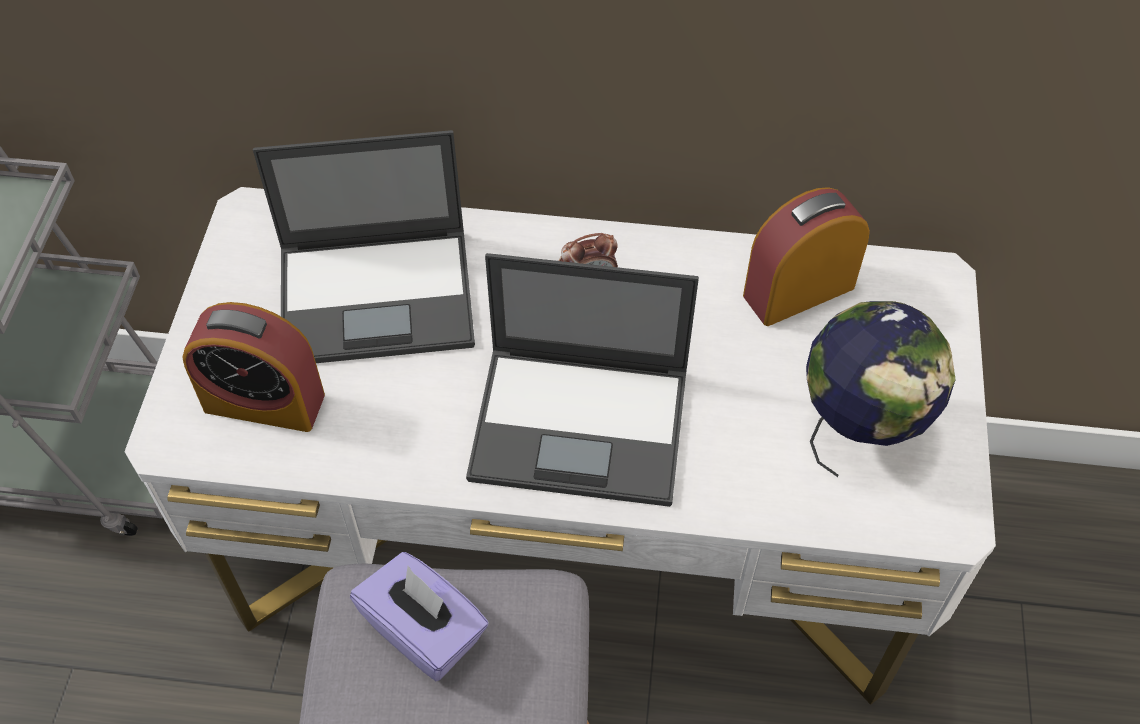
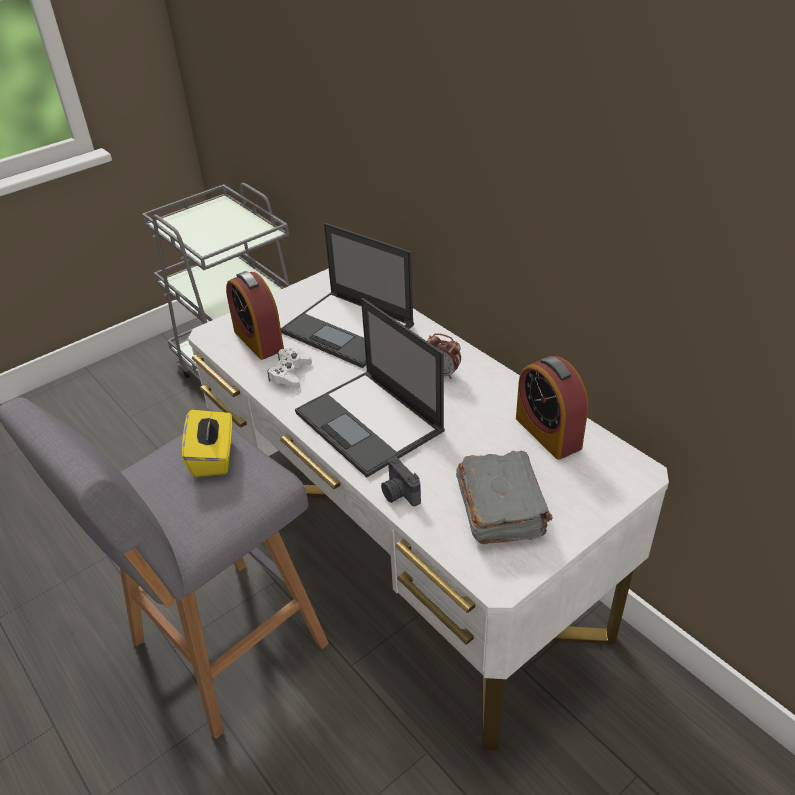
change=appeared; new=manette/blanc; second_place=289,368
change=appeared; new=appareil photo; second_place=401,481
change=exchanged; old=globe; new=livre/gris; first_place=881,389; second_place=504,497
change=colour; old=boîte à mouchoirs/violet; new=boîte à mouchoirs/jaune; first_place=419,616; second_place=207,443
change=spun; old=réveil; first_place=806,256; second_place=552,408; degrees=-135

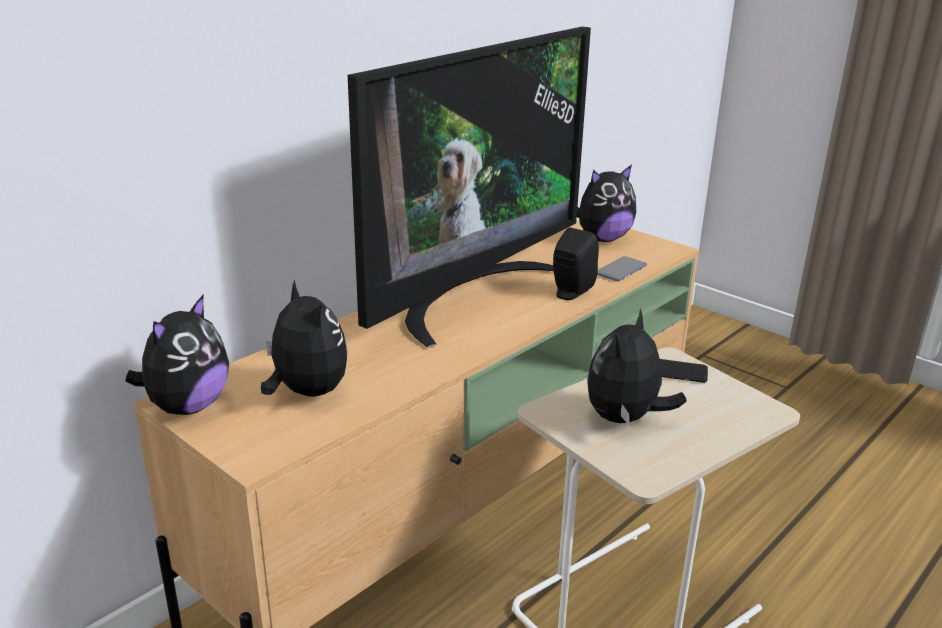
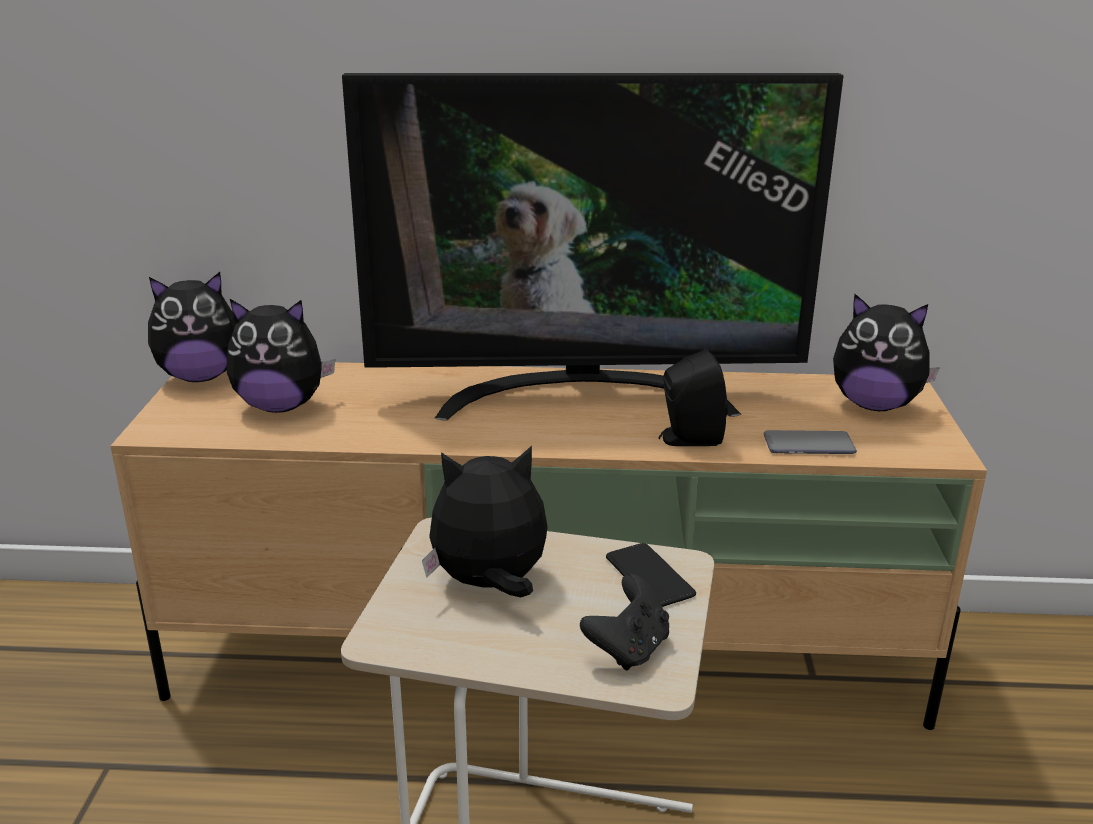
change=appeared; new=manette/noir; second_place=624,622
change=spun; old=peluche; first_place=304,338; second_place=281,356; degrees=75

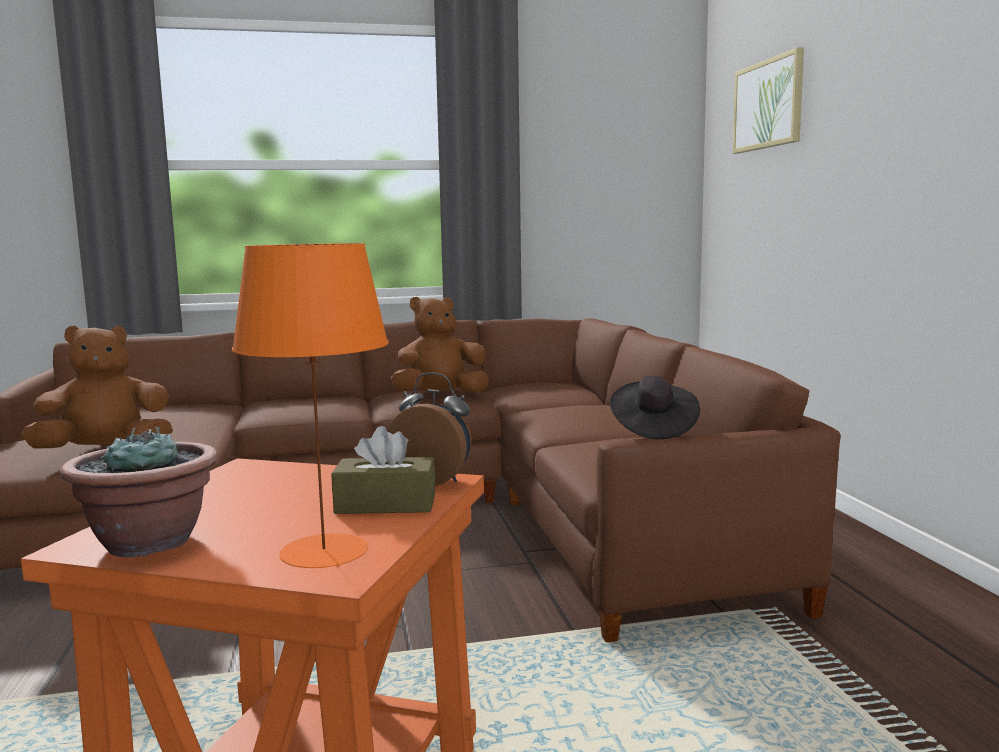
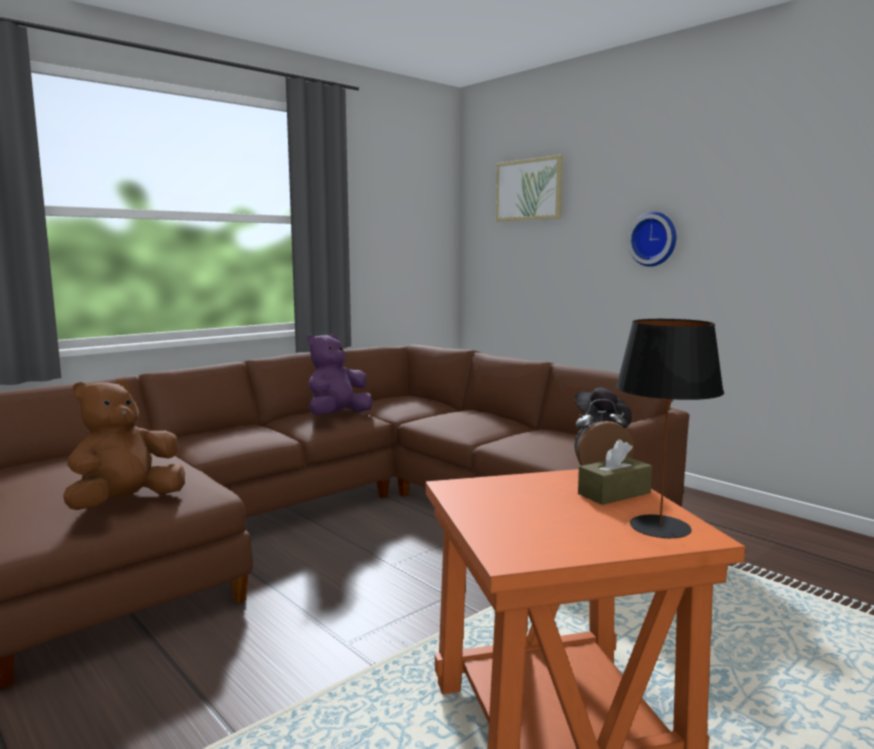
change=missing; old=plante en pot; first_place=138,492
change=appeared; new=horloge murale; second_place=651,239
change=colour; old=lampe de table/orange; new=lampe de table/noir; first_place=310,405; second_place=670,429
change=colour; old=peluche/marron; new=peluche/violet; first_place=440,345; second_place=339,374

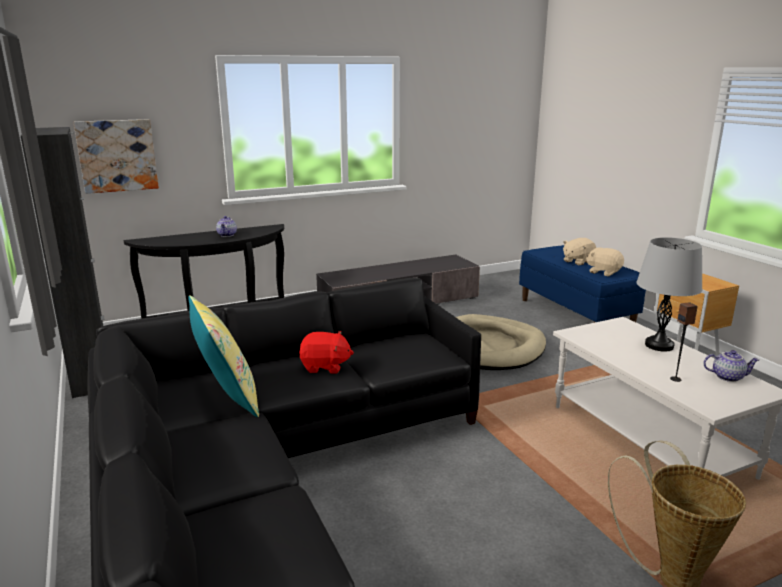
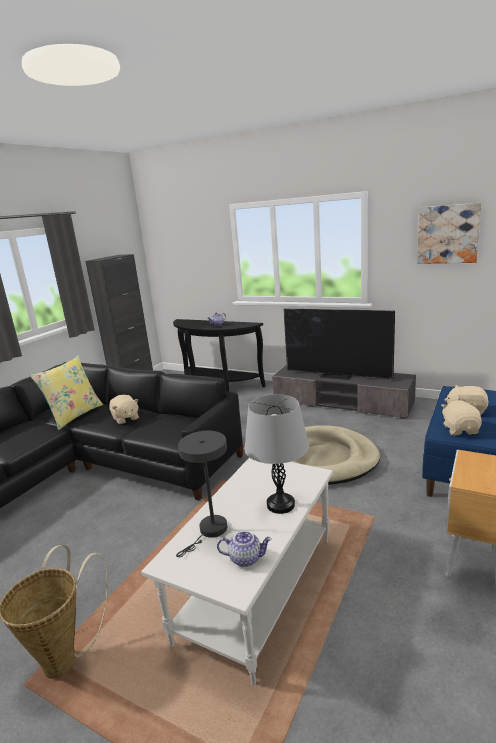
change=appeared; new=téléviseur; second_place=339,344
change=relocated; old=tableau; first_place=116,156; second_place=449,233
change=exchanged; old=enceinte; new=lampe de table/gris; first_place=684,342; second_place=201,494
change=colour; old=peluche/rouge; new=peluche/beige; first_place=326,352; second_place=124,409
change=spun; old=théière; first_place=731,366; second_place=244,549; degrees=-60

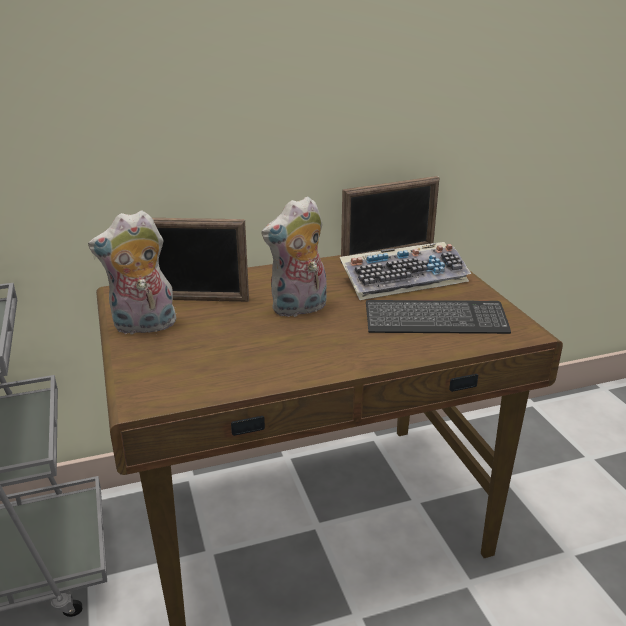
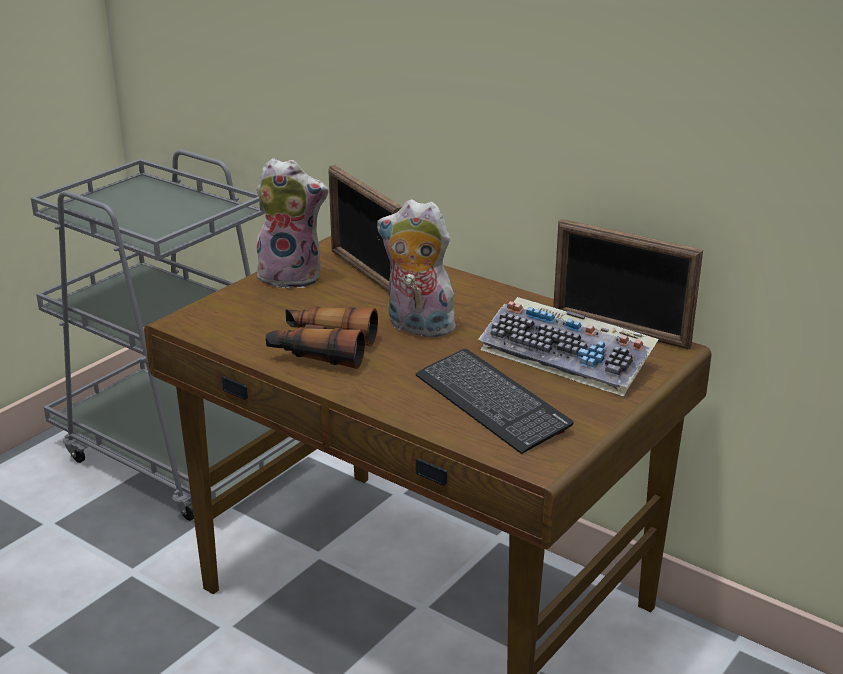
change=appeared; new=jumelles; second_place=322,338
change=spun; old=peluche; first_place=132,272; second_place=291,223; degrees=150

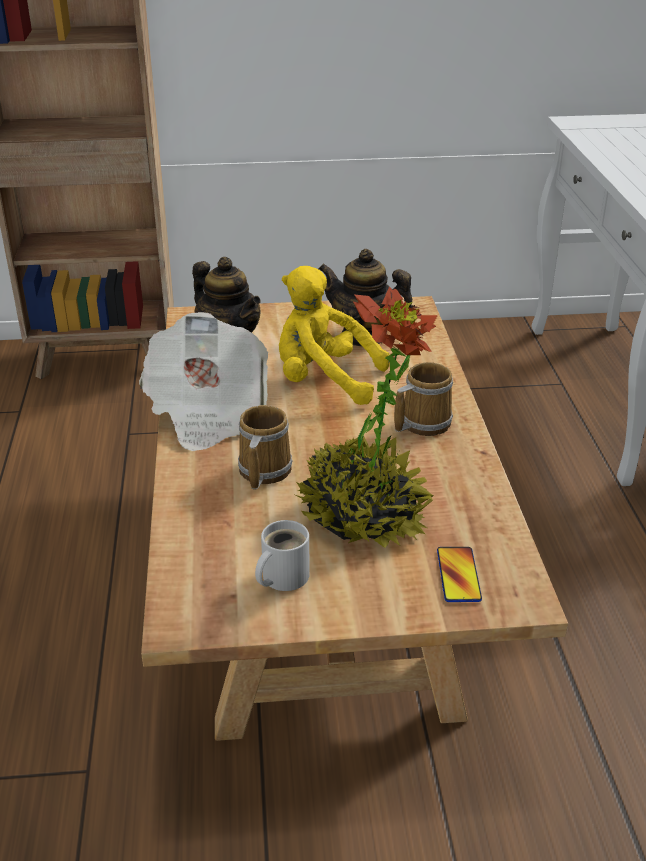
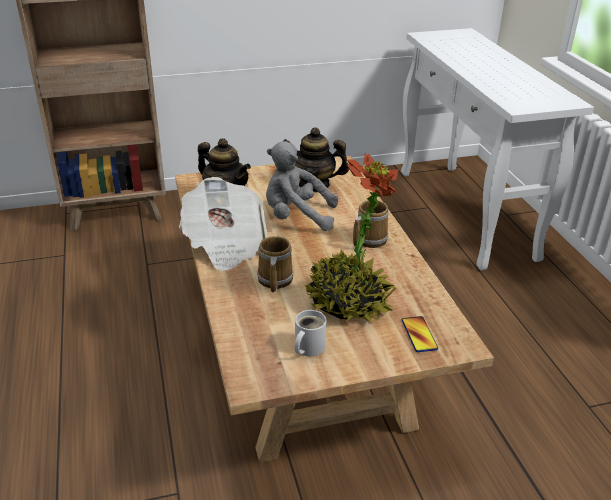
change=colour; old=peluche/jaune; new=peluche/gris; first_place=334,335; second_place=302,186

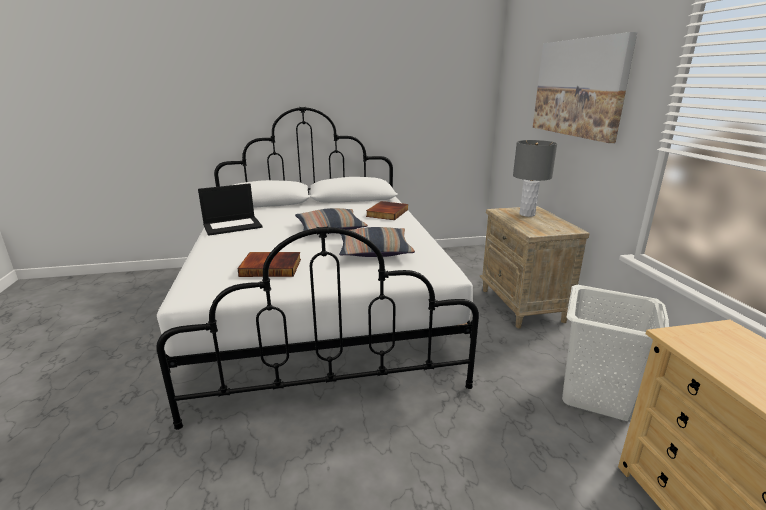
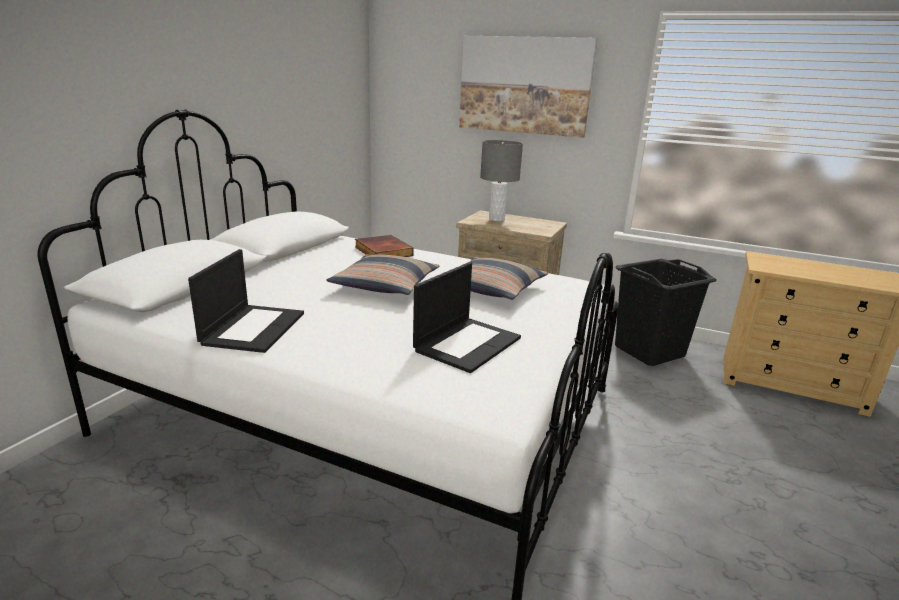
change=exchanged; old=livre; new=ordinateur portable; first_place=269,264; second_place=467,317
change=colour; old=panier à linge/blanc; new=panier à linge/noir; first_place=615,353; second_place=665,312

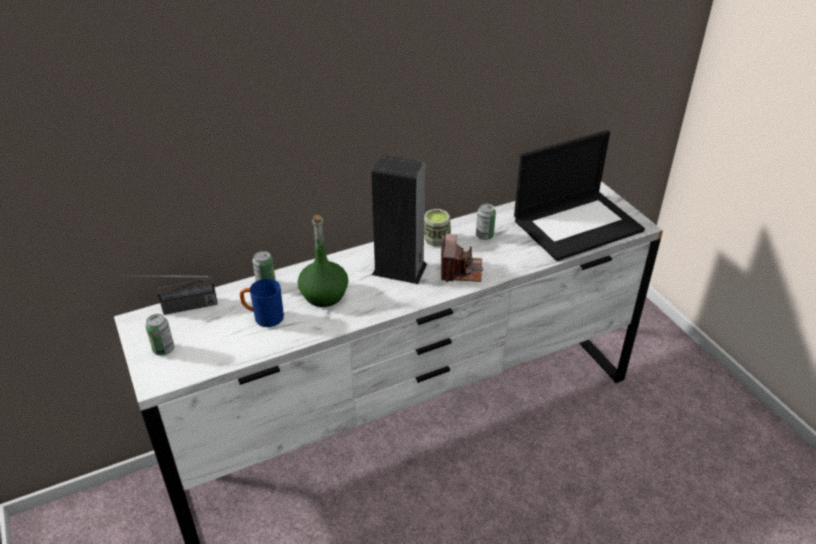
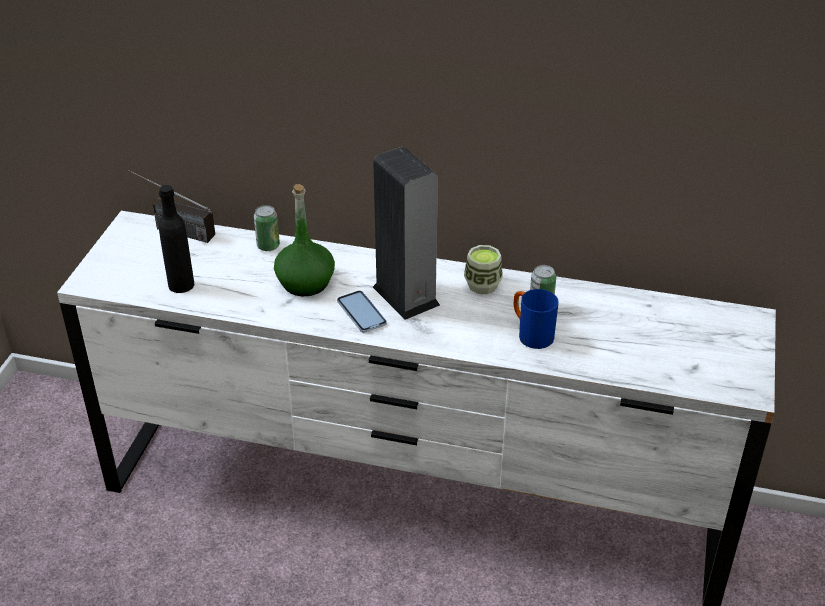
change=missing; old=boîte métallique; first_place=159,335
change=missing; old=appareil photo; first_place=462,258
change=missing; old=ordinateur portable; first_place=579,195
change=appeared; new=bouteille/noir; second_place=176,239
change=appeared; new=téléphone; second_place=362,312
change=relocated; old=mug/bleu; first_place=262,303; second_place=536,319

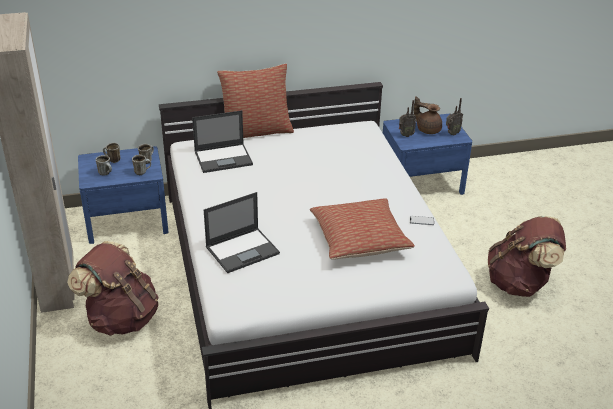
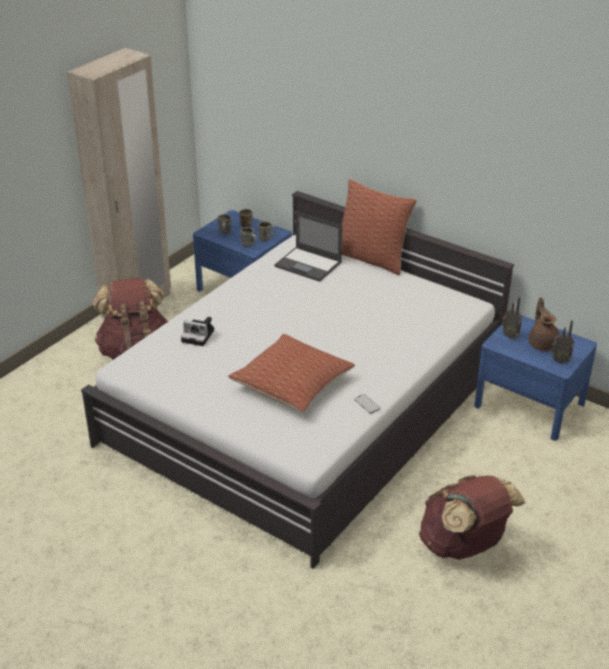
change=exchanged; old=ordinateur portable; new=appareil photo; first_place=242,232; second_place=197,331

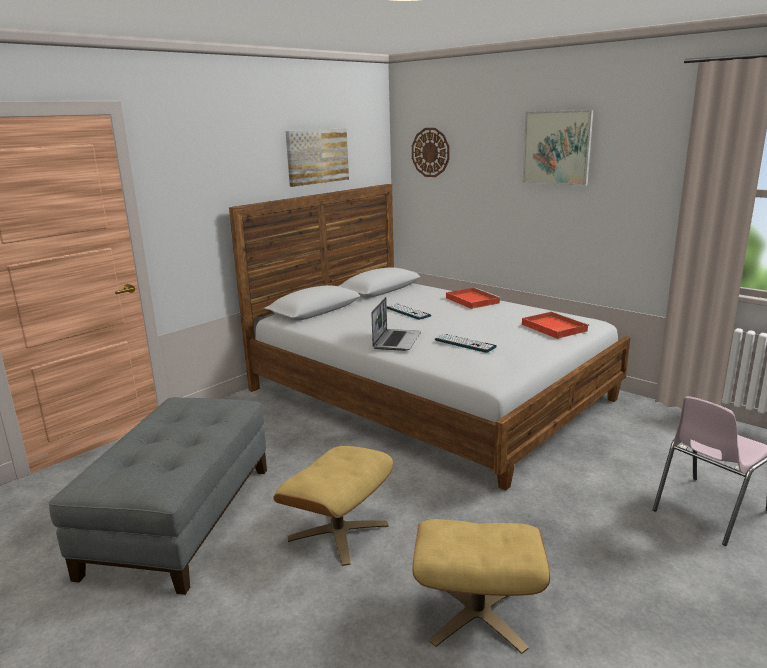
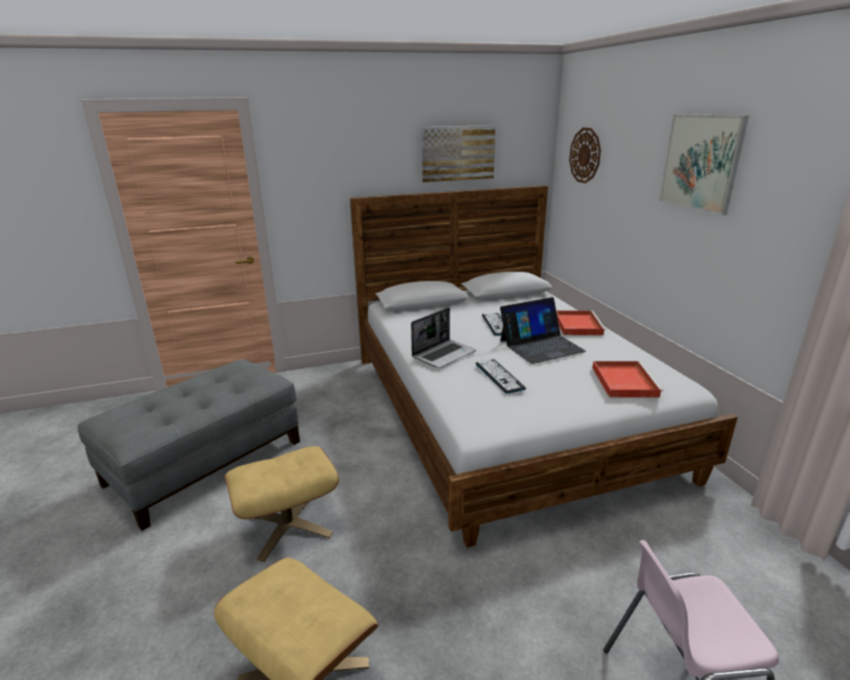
change=appeared; new=ordinateur portable; second_place=543,330

